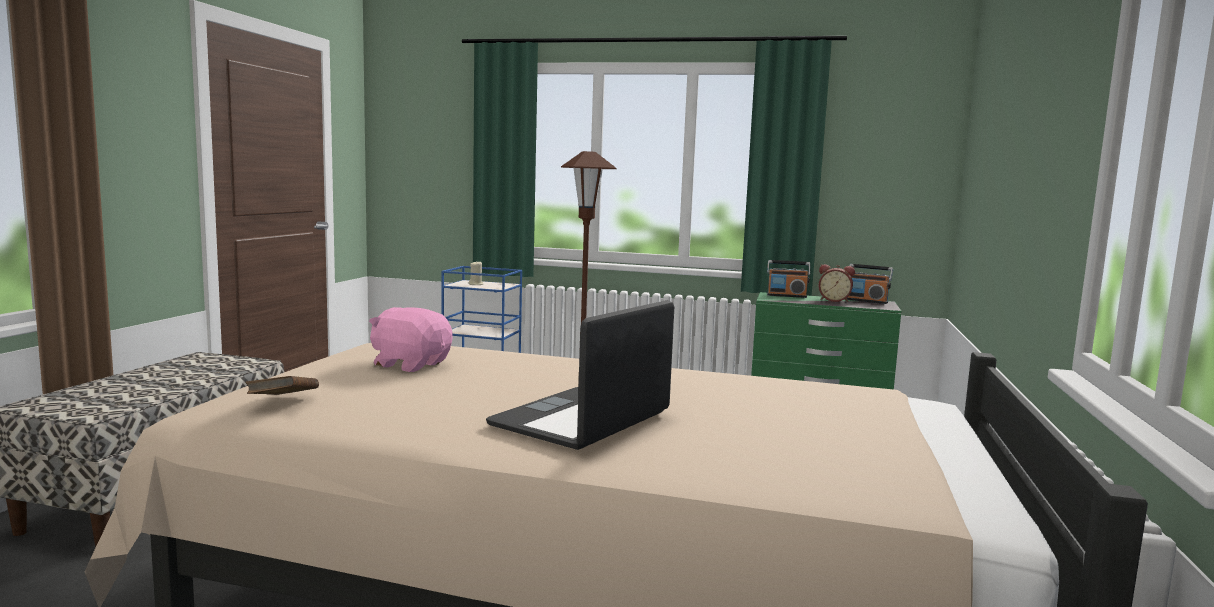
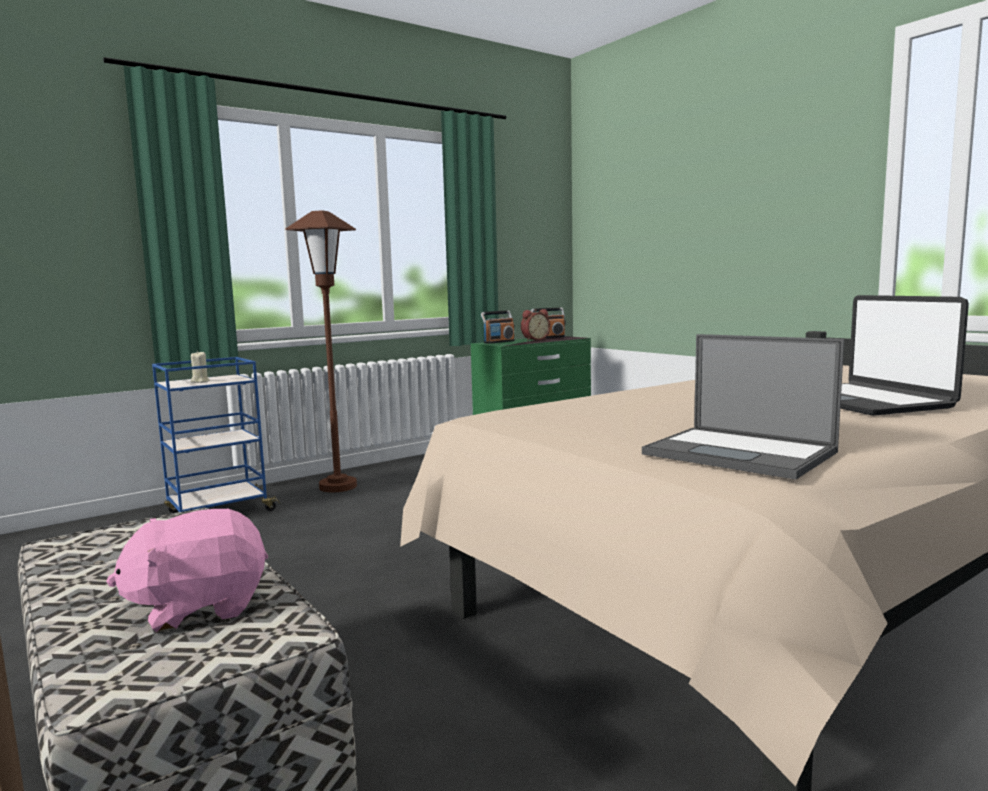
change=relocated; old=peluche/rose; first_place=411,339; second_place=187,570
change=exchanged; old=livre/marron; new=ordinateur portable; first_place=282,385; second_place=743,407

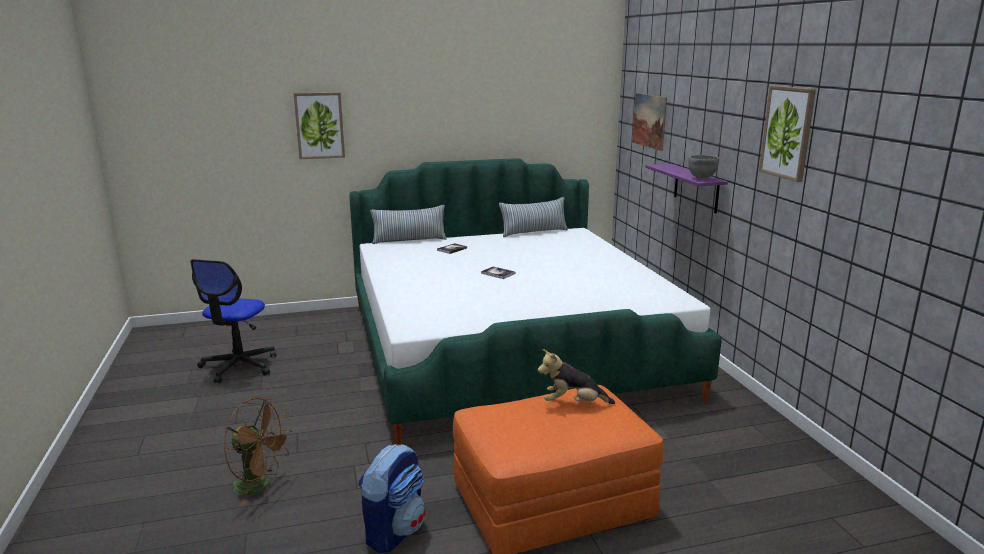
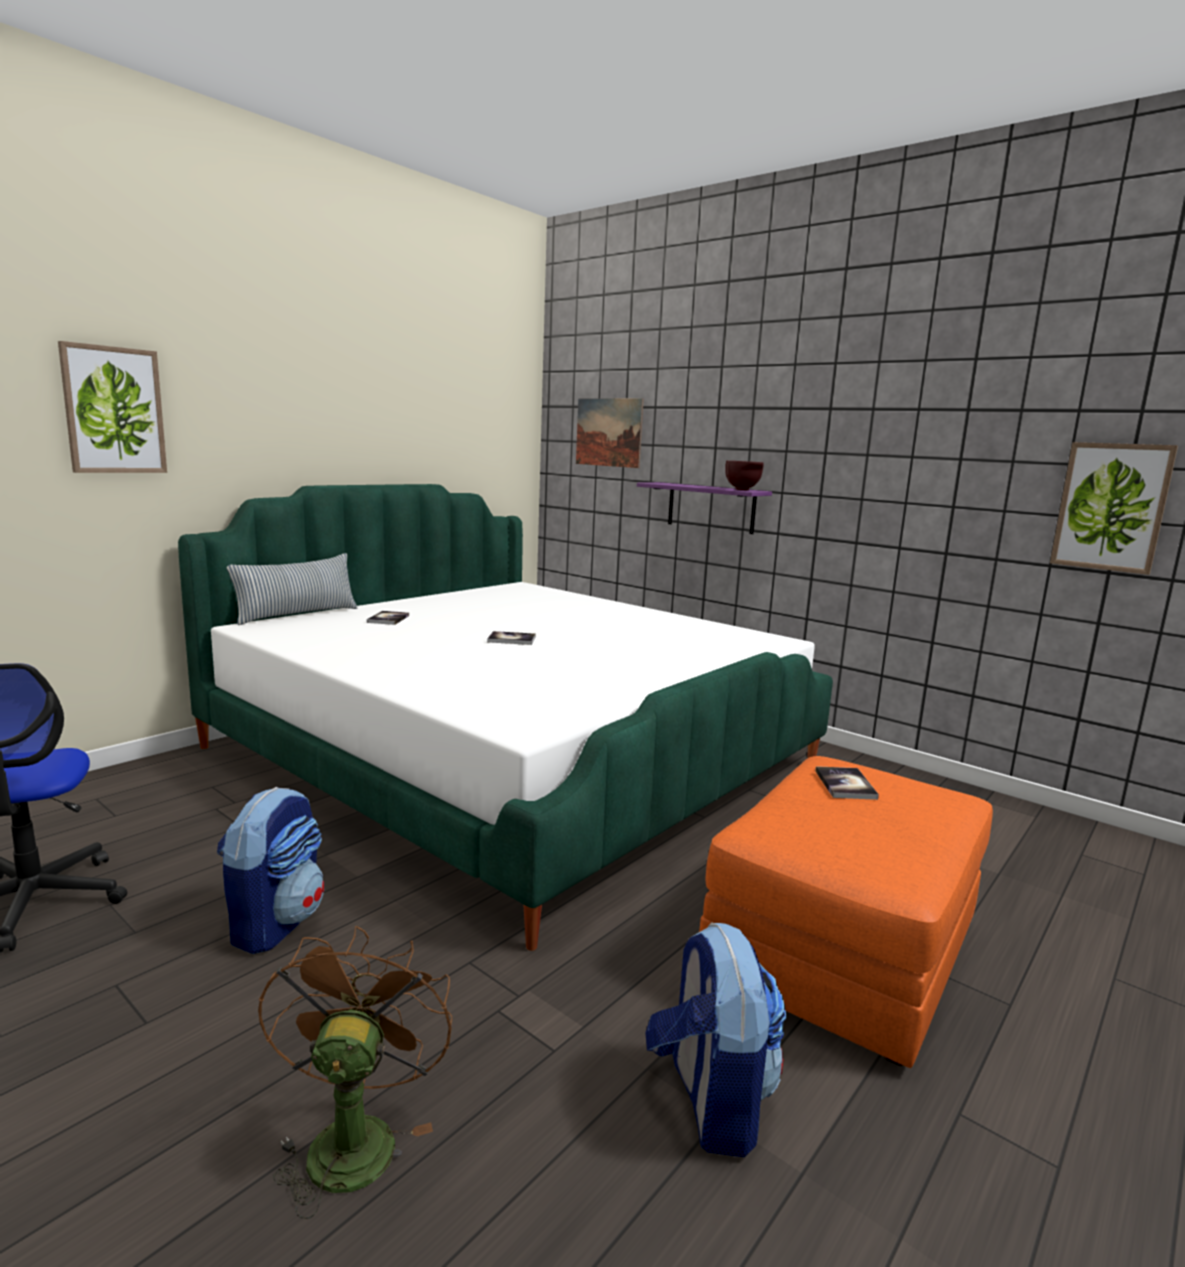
change=missing; old=coussin; first_place=533,217
change=appeared; new=sac à dos; second_place=270,870
change=relocated; old=tableau; first_place=787,134; second_place=1114,508
change=exchanged; old=peluche; new=livre; first_place=576,376; second_place=847,783
change=colour; old=bol/gris; new=bol/marron; first_place=703,167; second_place=744,475
change=spun; old=ventilateur/marron; first_place=258,452; second_place=355,1072; degrees=-75

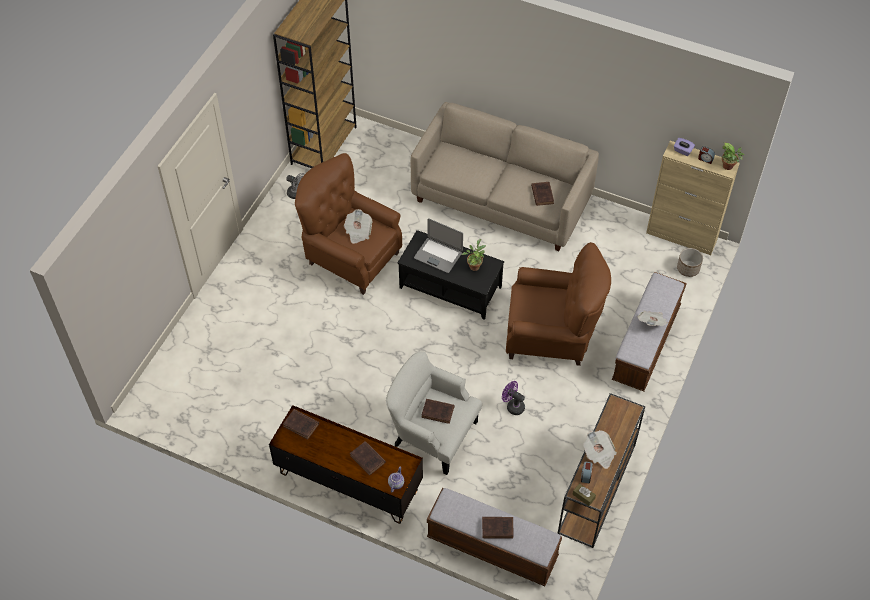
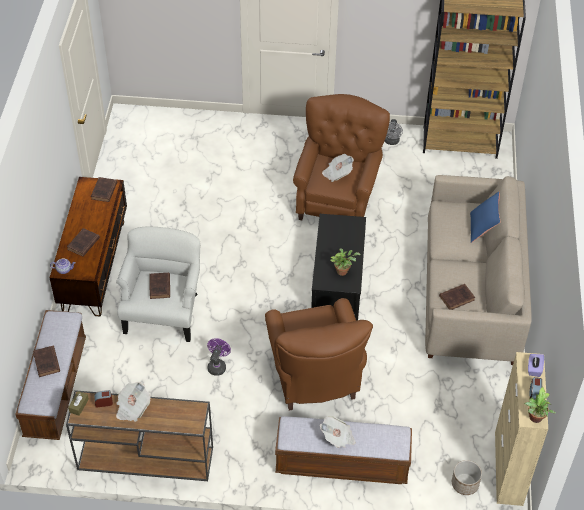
change=missing; old=ordinateur portable; first_place=438,245
change=appeared; new=coussin/bleu; second_place=485,217

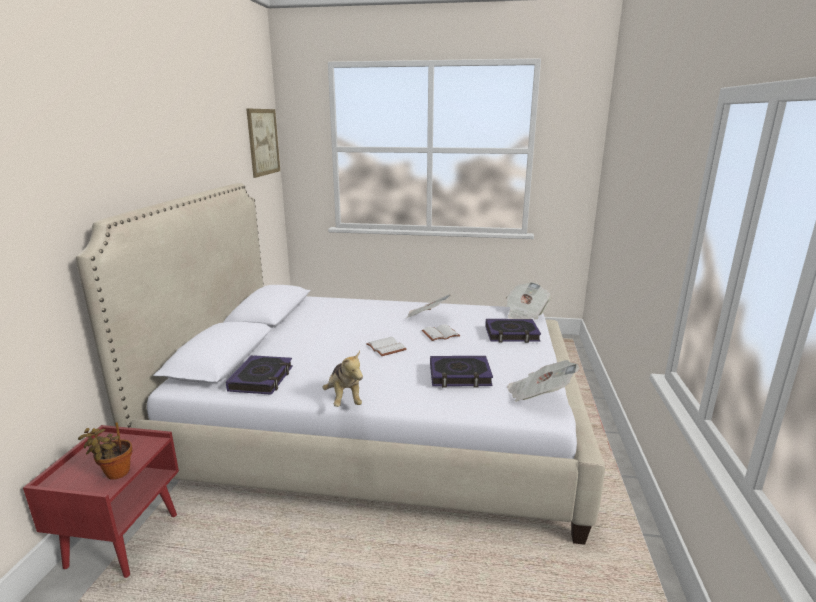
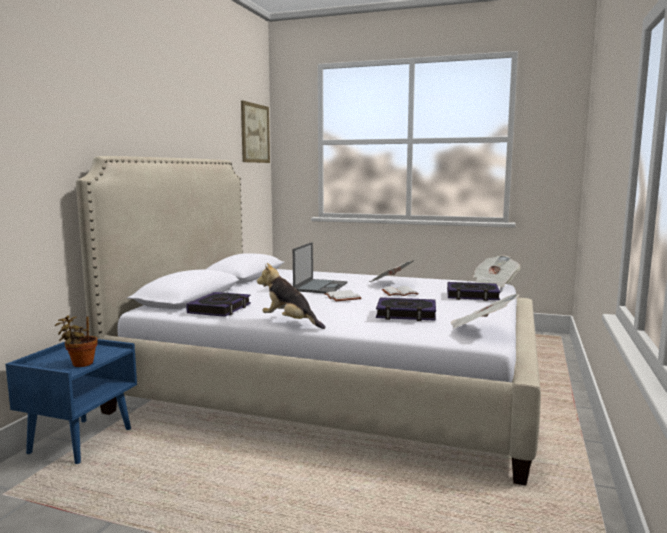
change=appeared; new=ordinateur portable; second_place=320,268
change=colour; old=table de chevet/rouge; new=table de chevet/bleu; first_place=101,501; second_place=71,401
change=spun; old=peluche; first_place=342,379; second_place=291,296; degrees=135

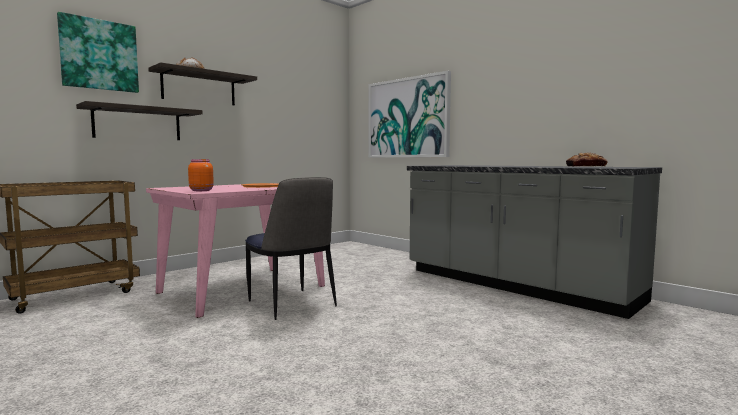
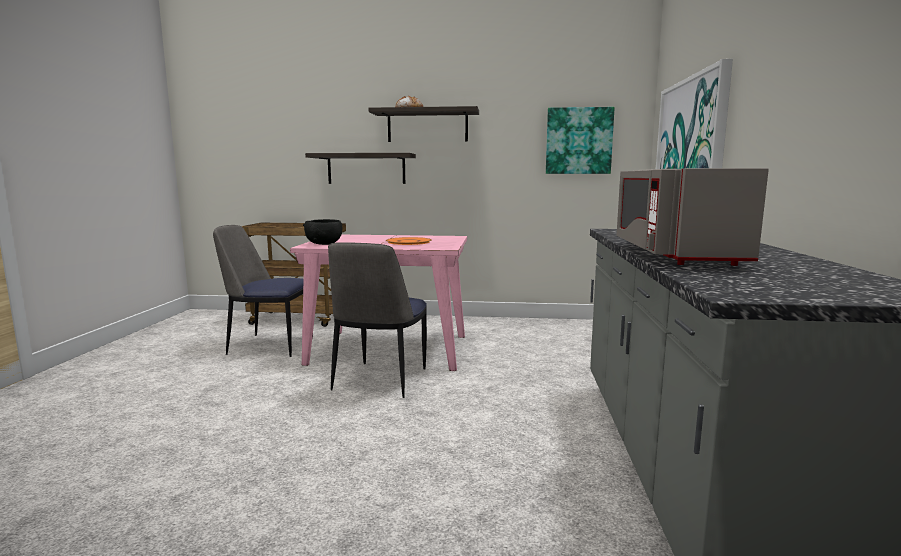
change=missing; old=pain; first_place=587,159
change=appeared; new=chaise; second_place=263,291
change=appeared; new=micro-ondes/gris; second_place=693,217
change=relocated; old=tableau; first_place=98,52; second_place=580,140
change=exchanged; old=bocal/orange; new=bol/noir; first_place=201,175; second_place=322,232

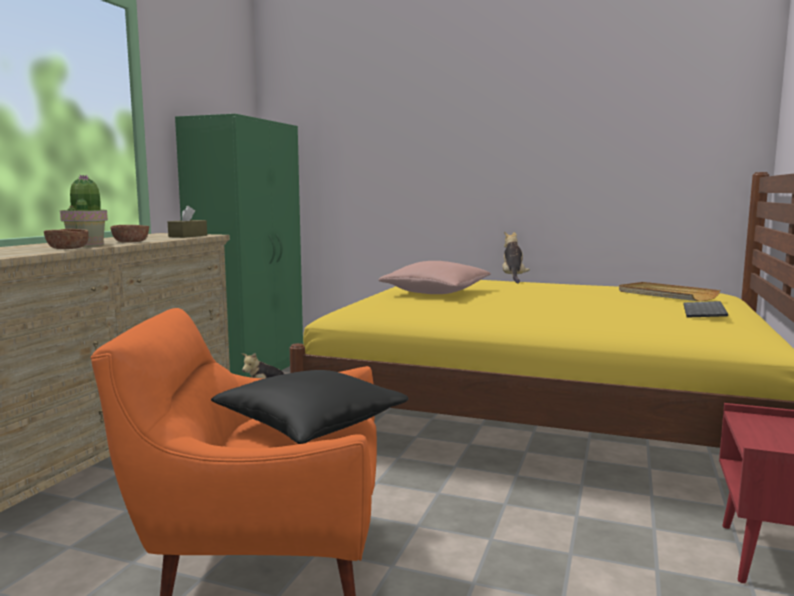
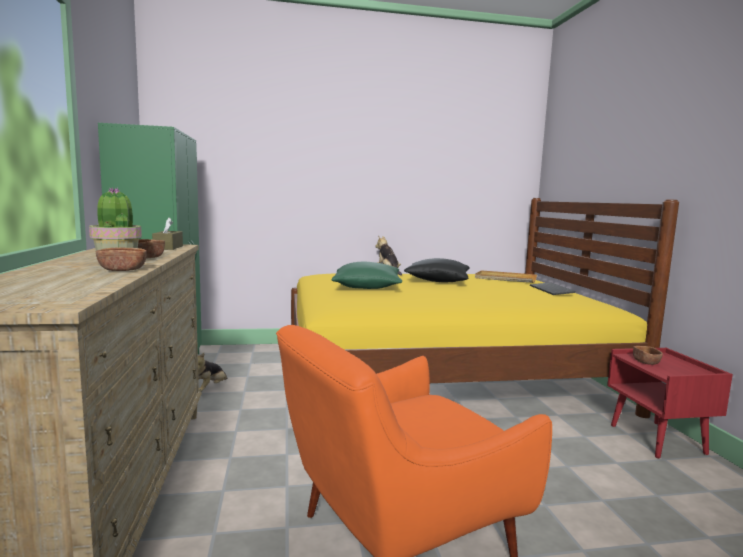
change=appeared; new=bol/marron; second_place=648,355
change=relocated; old=coussin/noir; first_place=309,407; second_place=437,270
change=colour; old=coussin/rose; new=coussin/vert; first_place=435,277; second_place=366,275

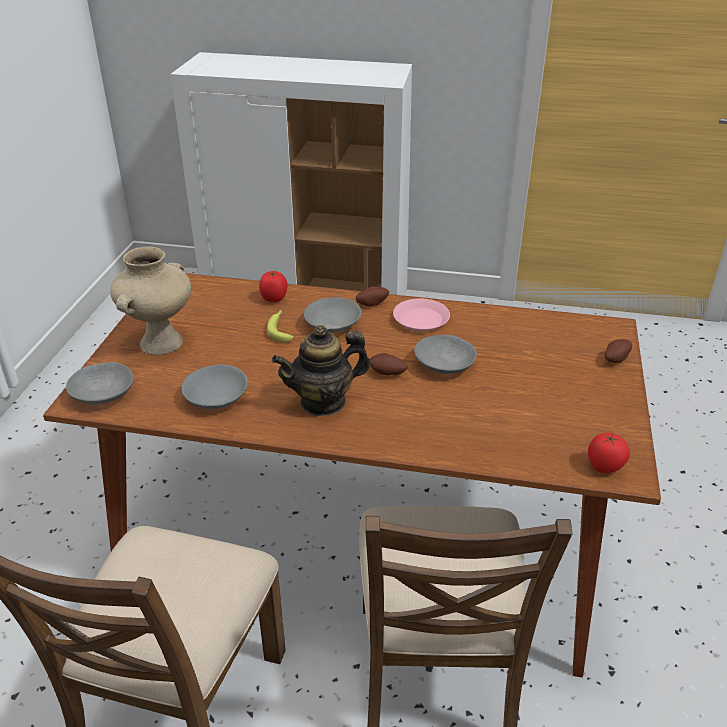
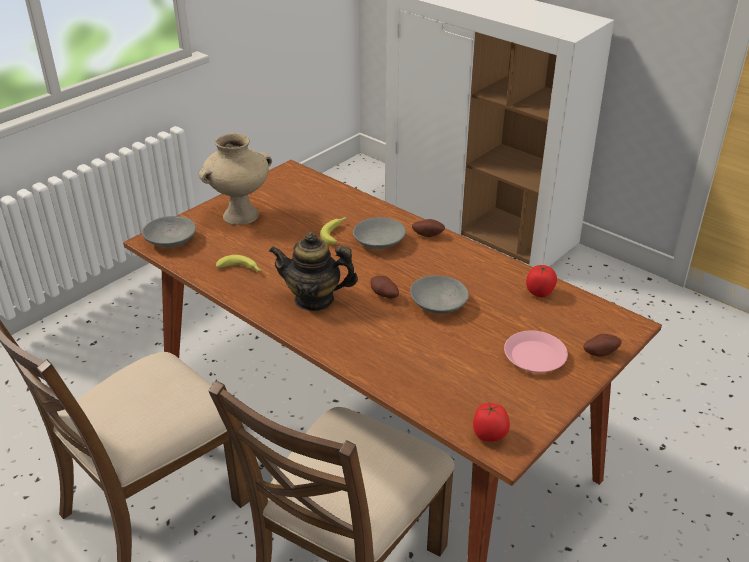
change=relocated; old=tomate; first_place=273,286; second_place=541,281
change=relocated; old=assiette/rose; first_place=421,315; second_place=536,352
change=exchanged; old=bol/gris; new=banane; first_place=214,387; second_place=239,263

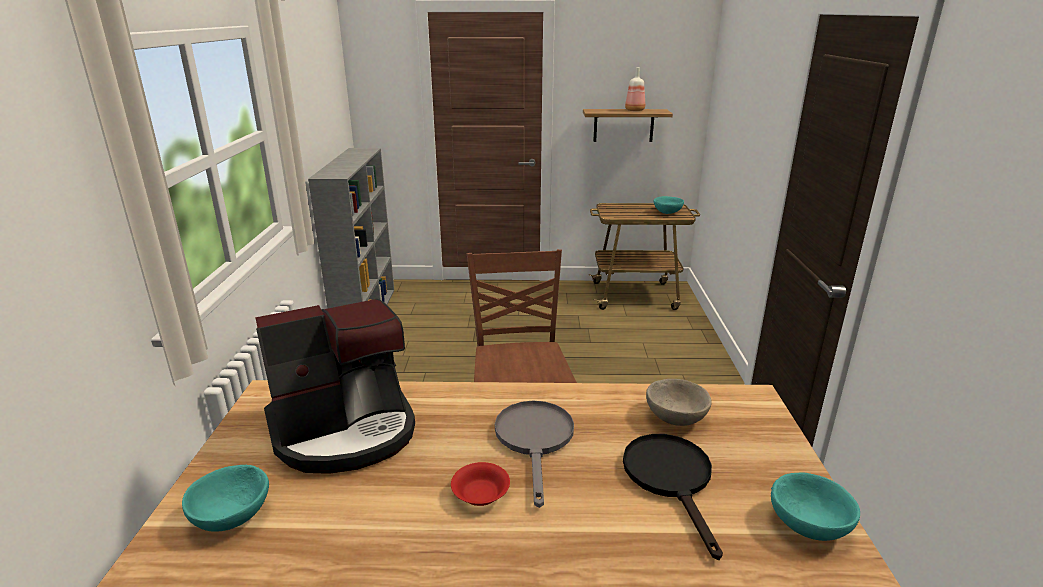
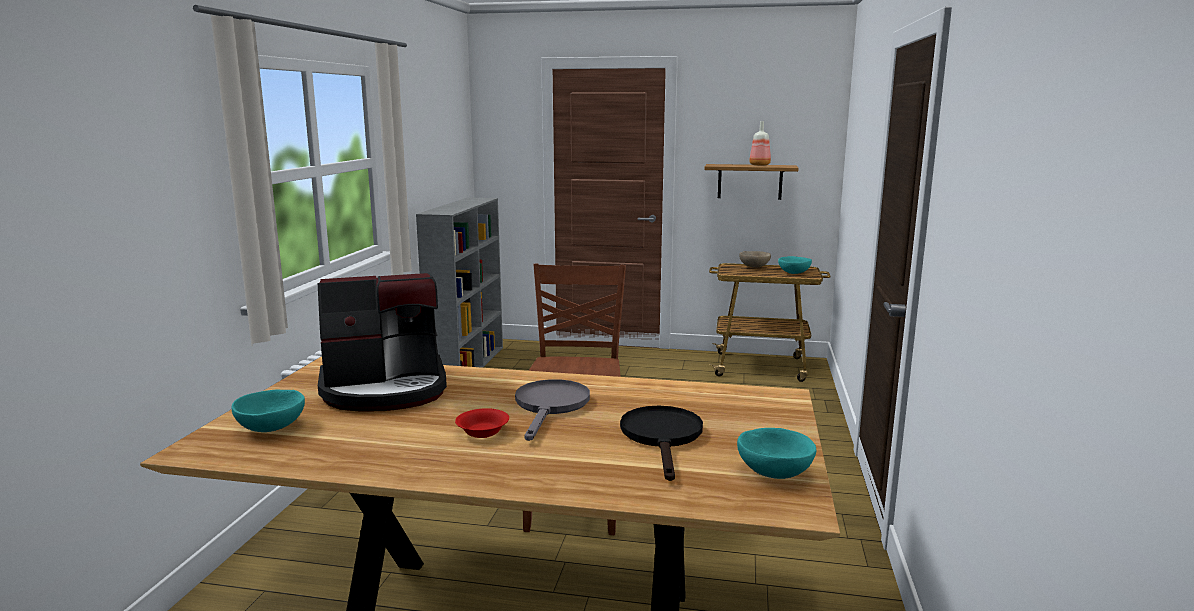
change=relocated; old=bol/beige; first_place=679,402; second_place=755,259

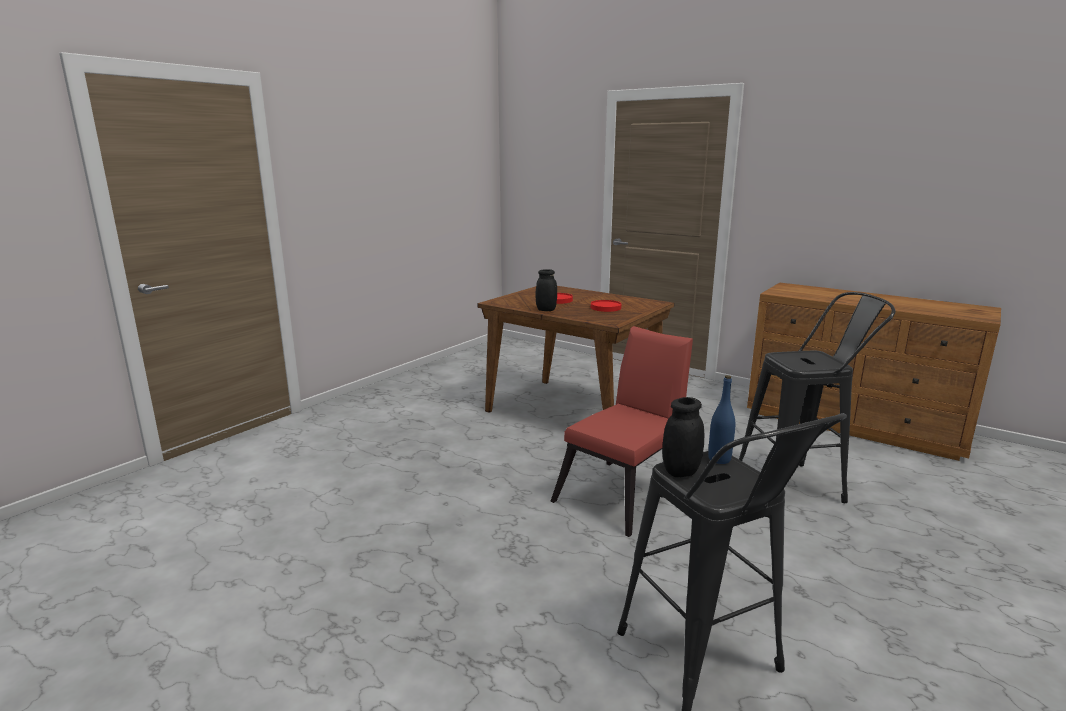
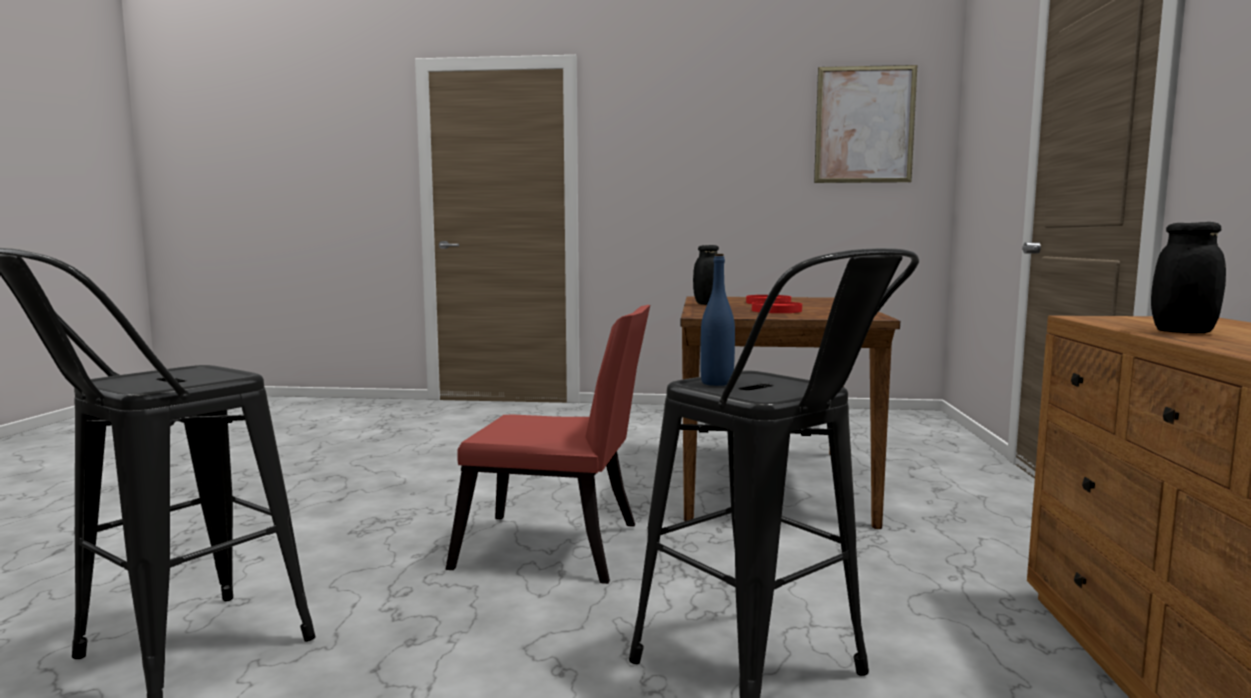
change=appeared; new=tableau; second_place=865,124
change=relocated; old=bocal/noir; first_place=683,437; second_place=1188,277
change=relocated; old=bouteille/bleu; first_place=721,419; second_place=717,320

